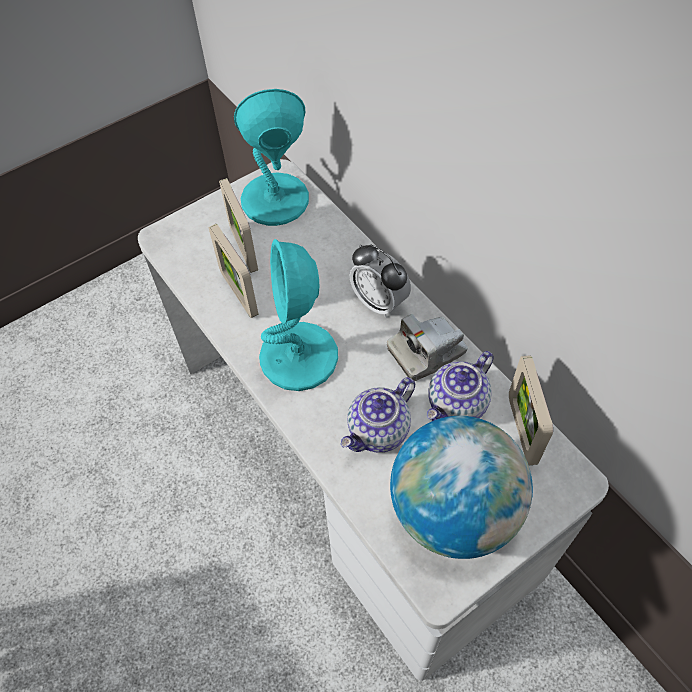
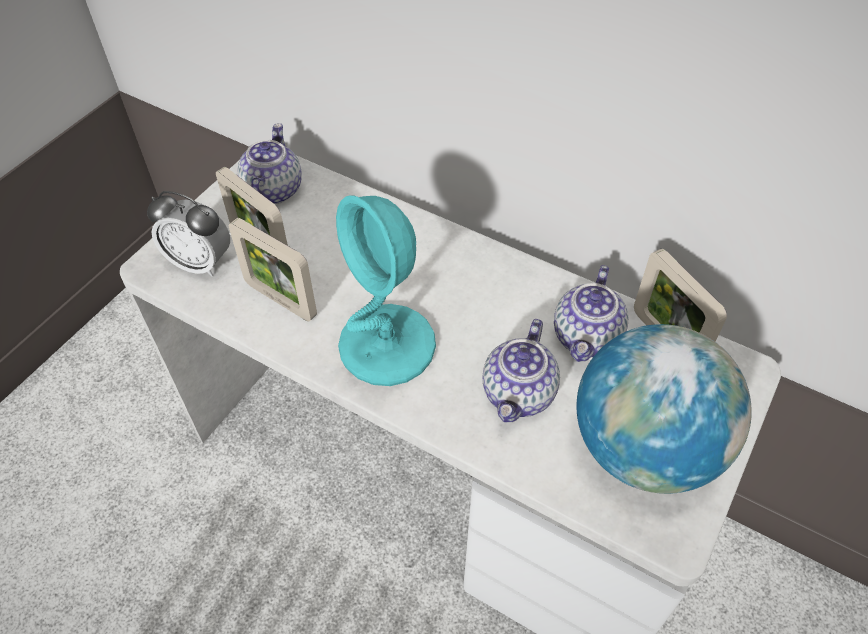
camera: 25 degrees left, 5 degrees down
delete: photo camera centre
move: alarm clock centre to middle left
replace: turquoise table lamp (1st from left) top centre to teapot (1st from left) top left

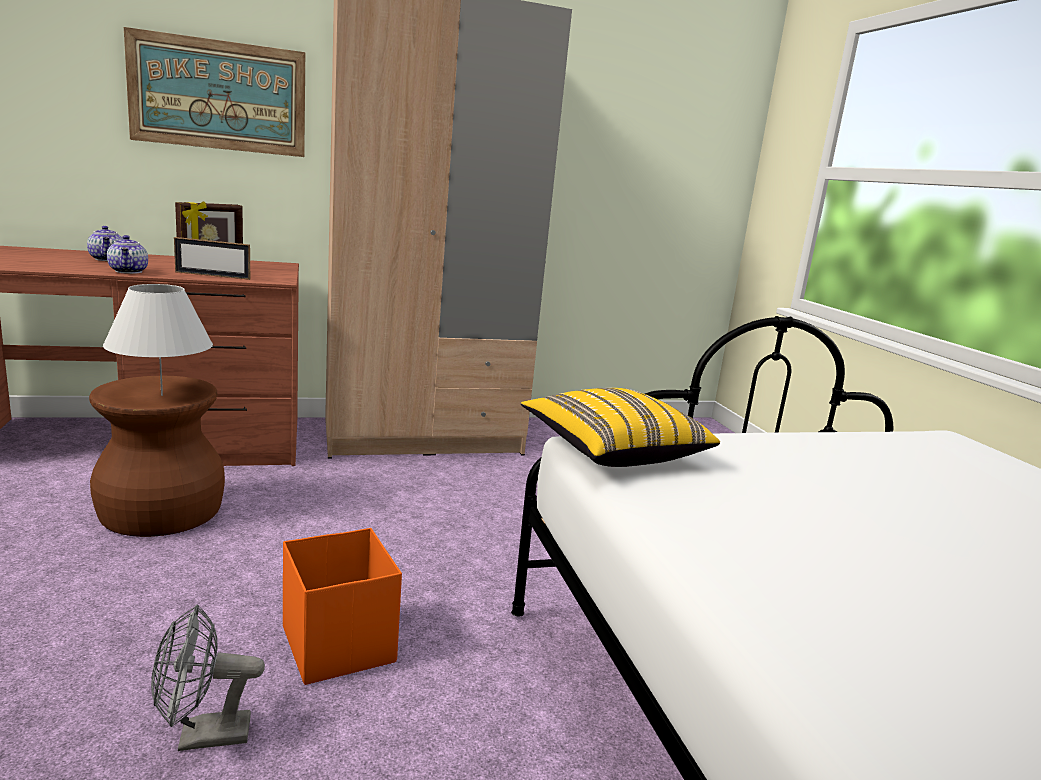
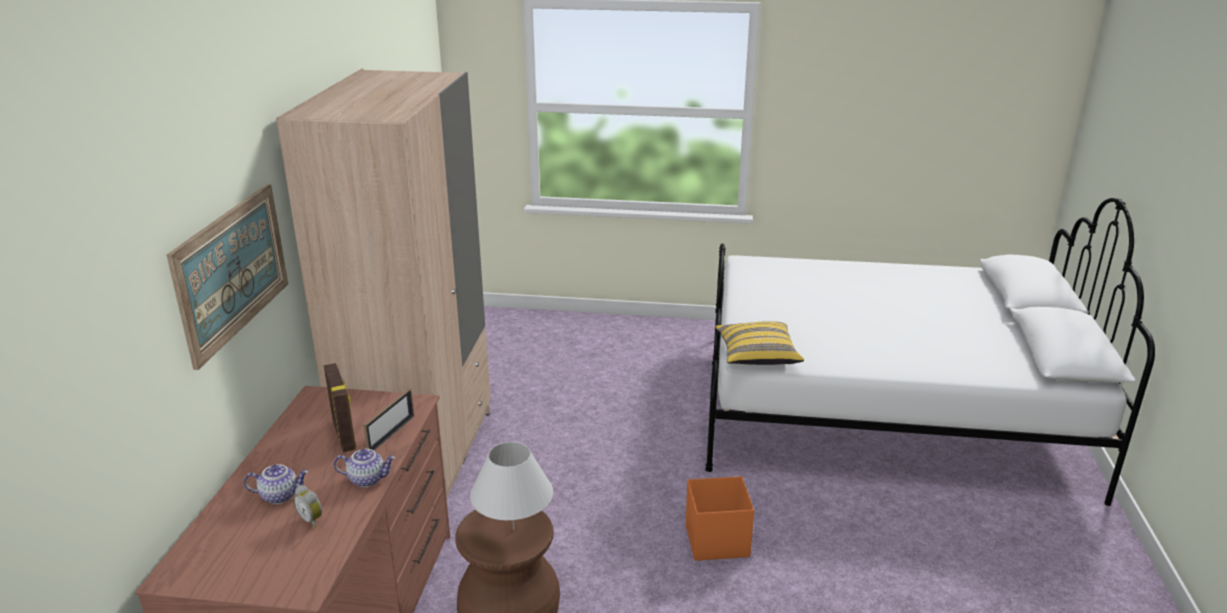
camera: 65 degrees left, 10 degrees up
delete: grey fan bottom left
insert: alarm clock bottom left

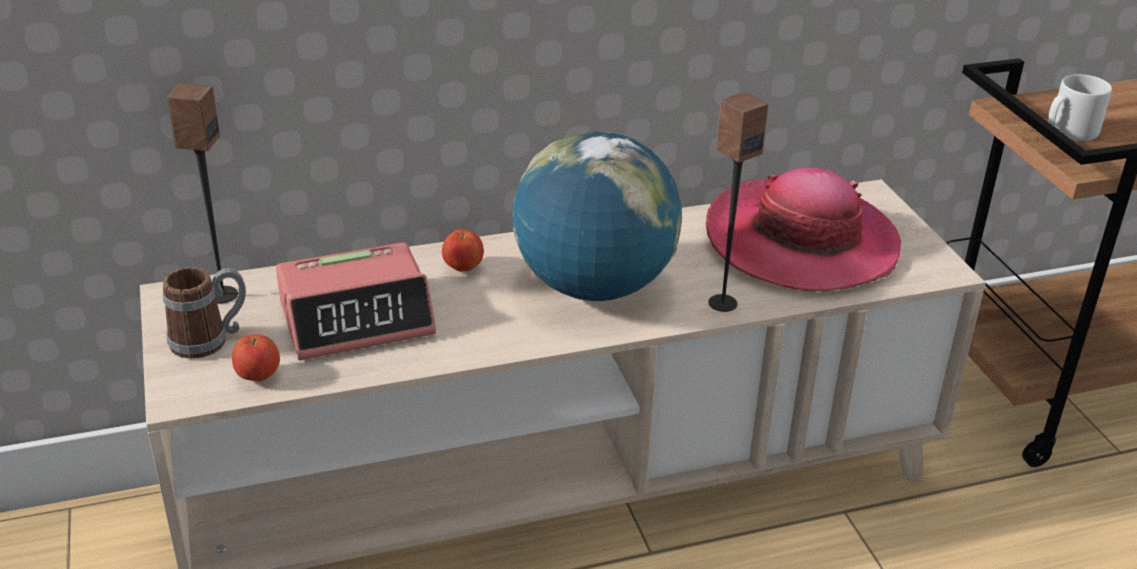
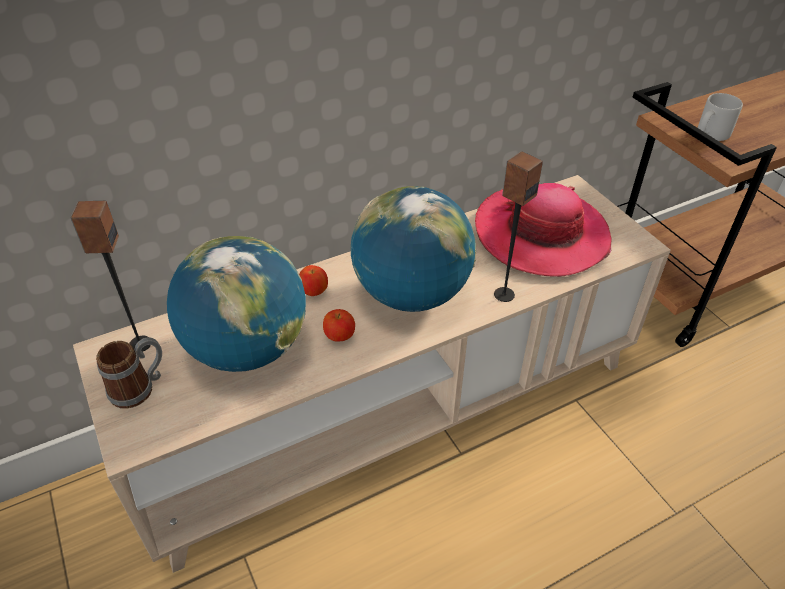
camera: 10 degrees left, 10 degrees up
move: apple (1st from left in the first image) middle left to apple (2nd from left) centre
replace: alarm clock middle left to globe (1st from left) middle left

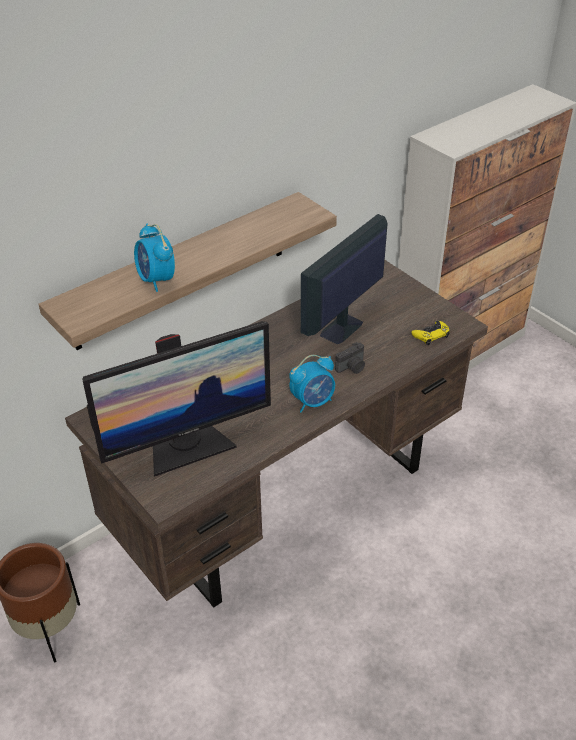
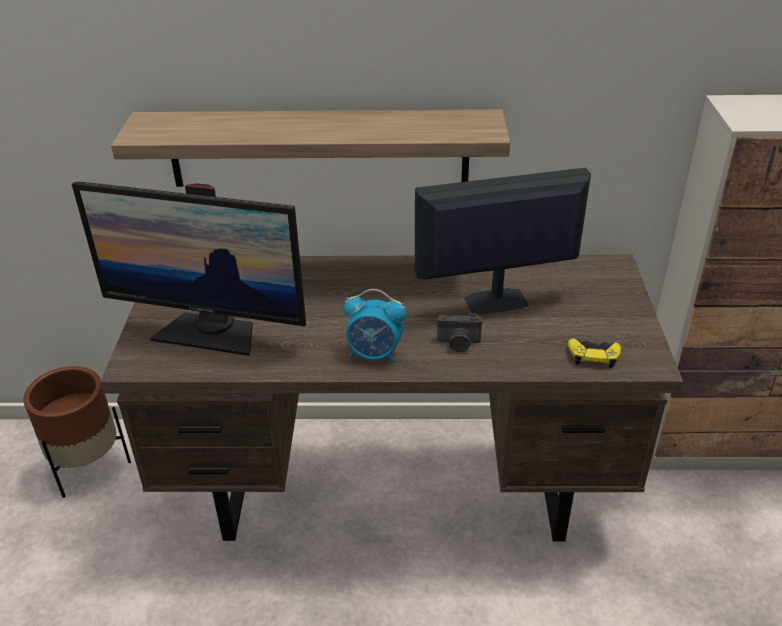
camera: 40 degrees right, 5 degrees down
delete: alarm clock (1st from left) middle left

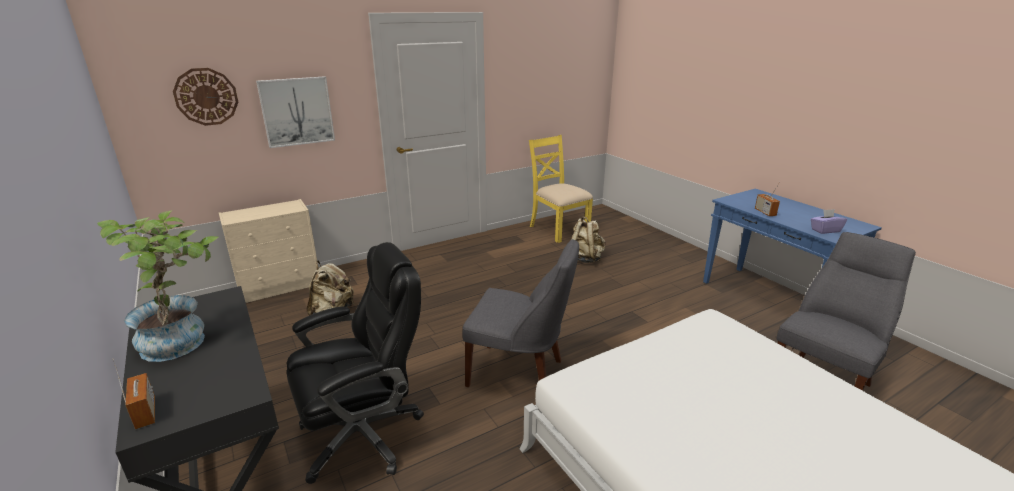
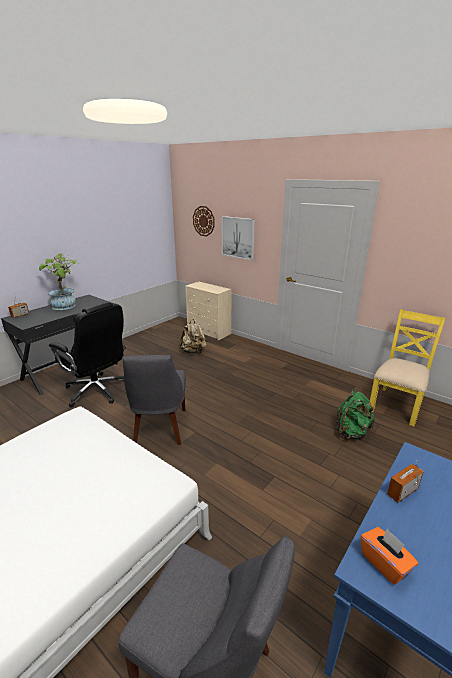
camera: 70 degrees right, 0 degrees up
recolor: beige backpack (2nd from left) centre to green backpack middle right; purple tissue box middle right to orange tissue box bottom right

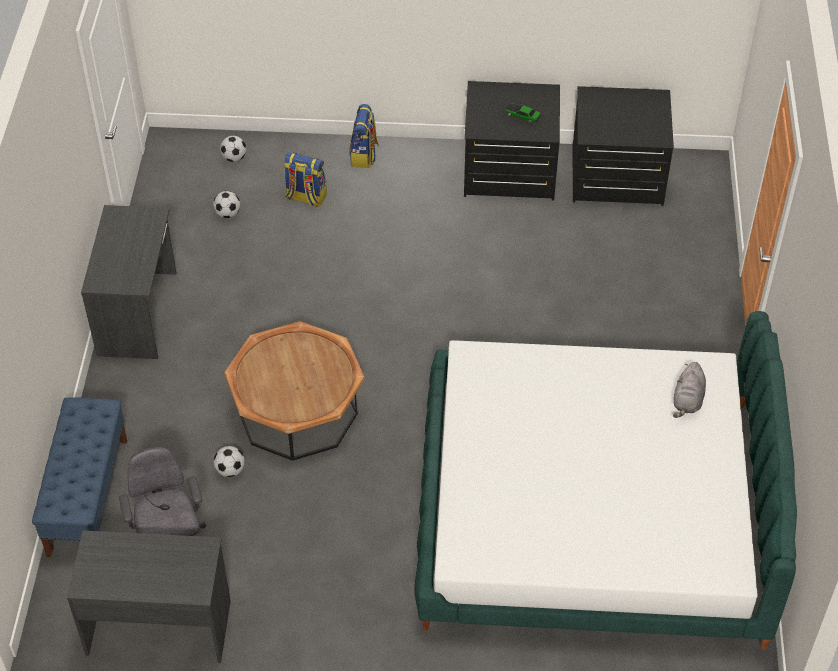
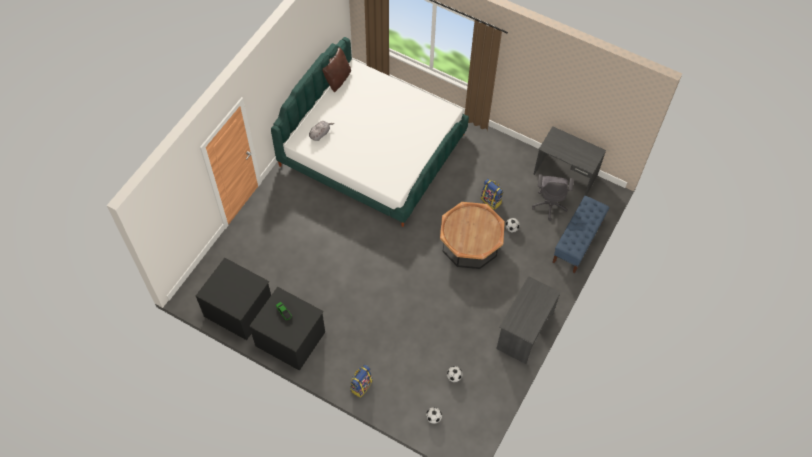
camera: 155 degrees left, 10 degrees up
insert: brown pillow top centre
move: backpack (1st from left in the first image) top centre to backpack (2nd from left) centre

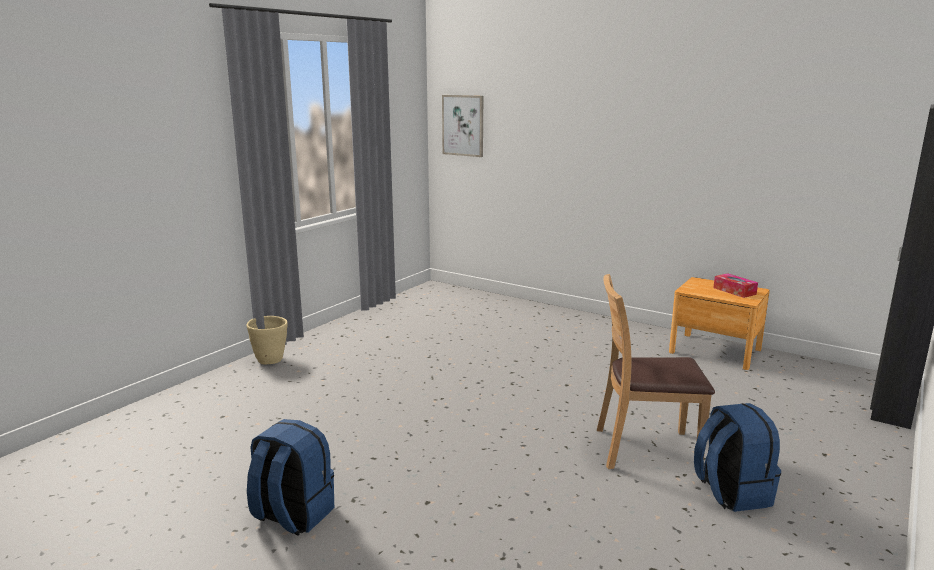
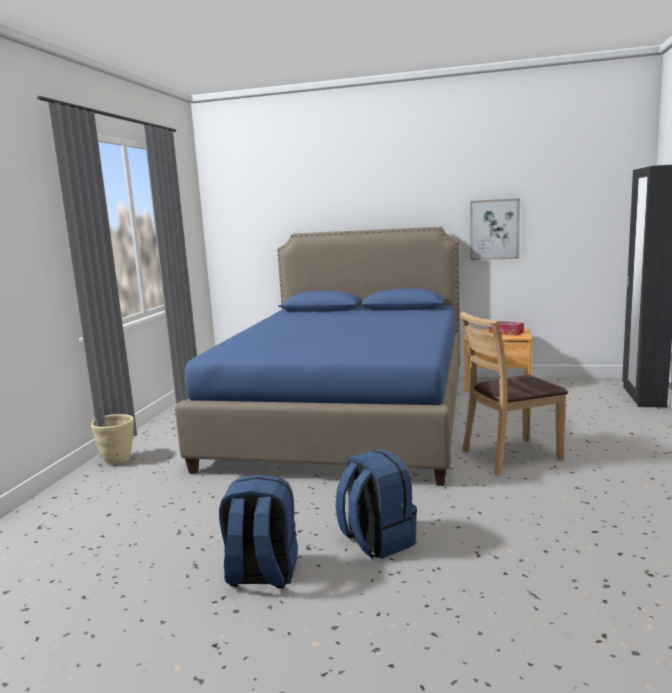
camera: 20 degrees left, 5 degrees down
insert: blue bed centre
move: blue backpack (2nd from left) bottom right to bottom centre; picture top centre to top right

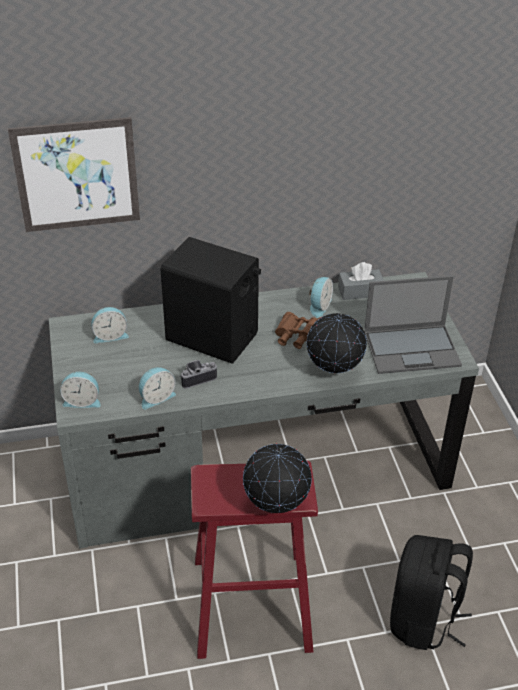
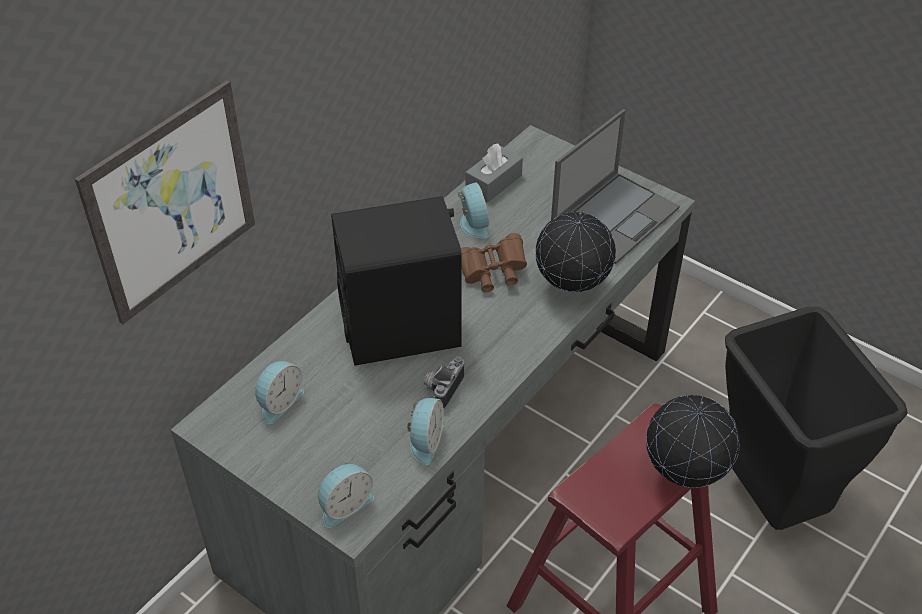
camera: 40 degrees left, 5 degrees up
replace: black backpack bottom right to black trash can bottom right

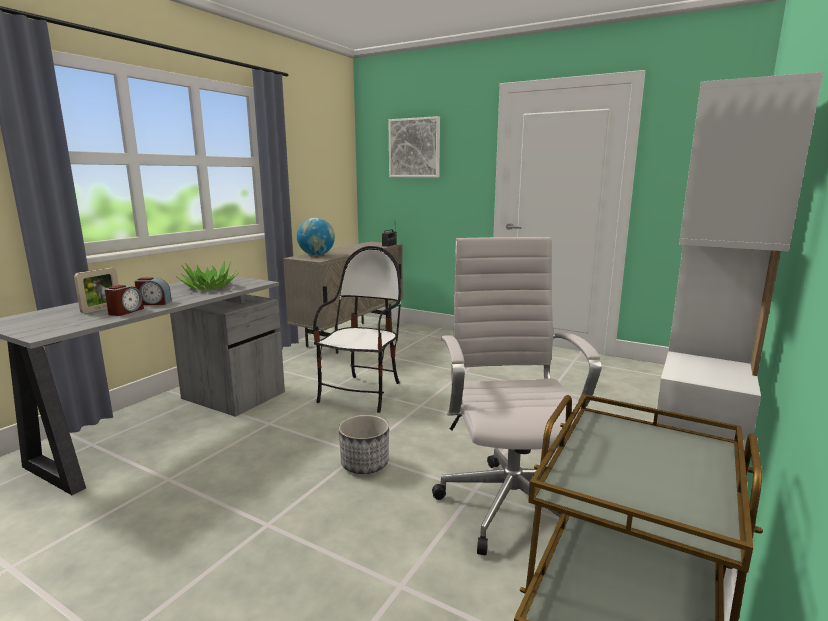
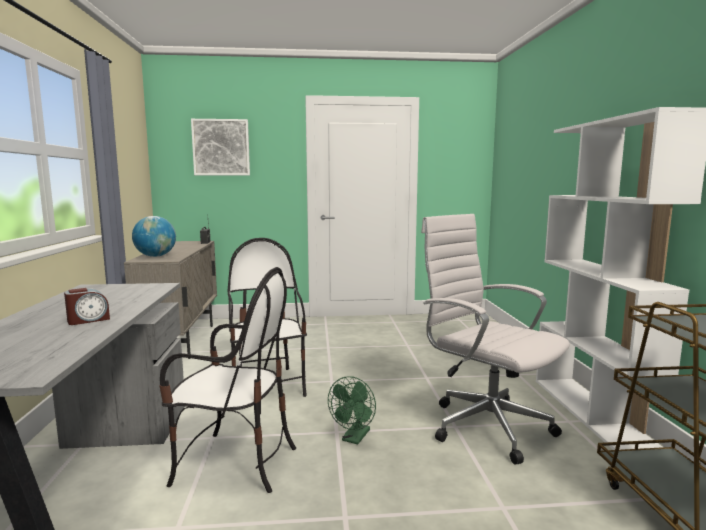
camera: 35 degrees left, 5 degrees down
delete: picture frame middle left; alarm clock (1st from left) middle left; potted plant middle left
insert: chair (1st from left) bottom left
replace: planter bottom centre to green fan bottom centre

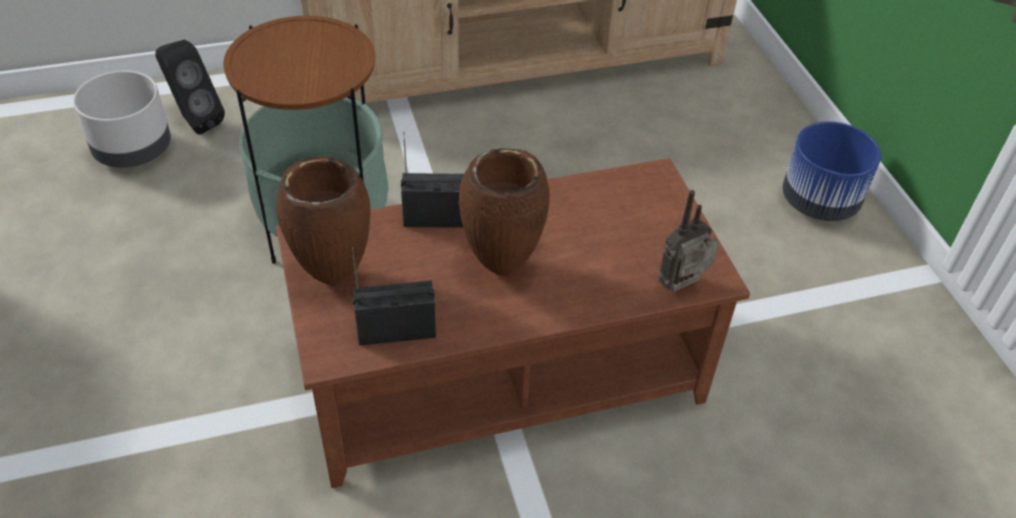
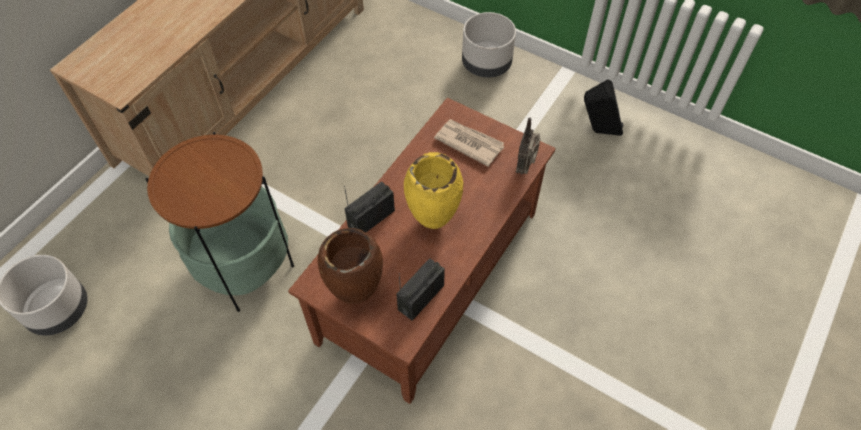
camera: 40 degrees left, 10 degrees up
insert: newspaper top centre
move: black speaker top left to top right
recolor: brown vase (2nd from left) centre to yellow vase centre; blue planter top right to grey planter (2nd from left) top centre

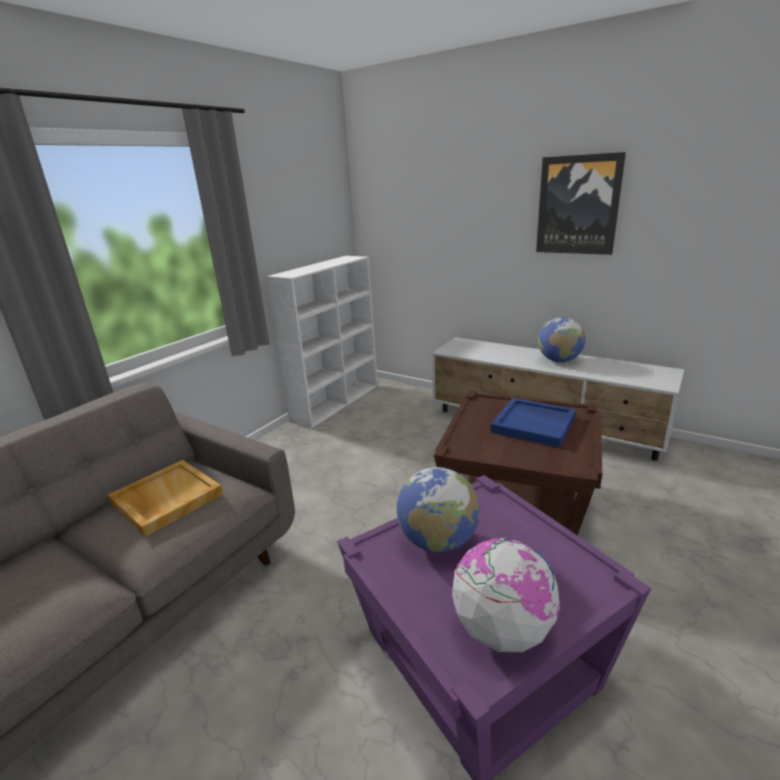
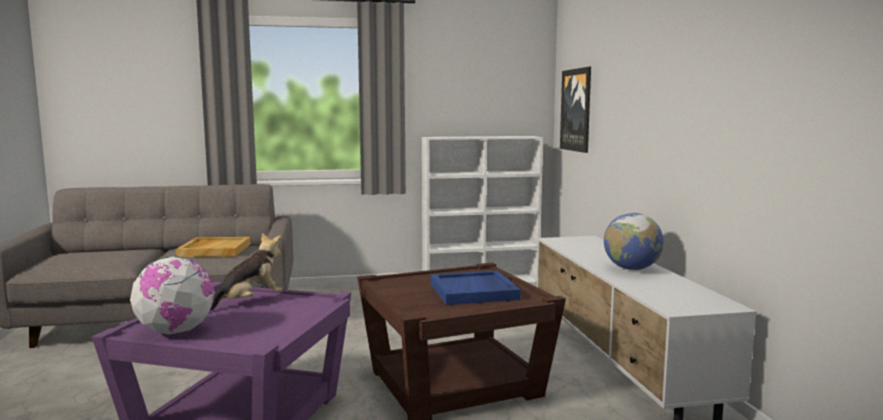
camera: 45 degrees right, 15 degrees down
move: picture top right to top centre
replace: globe (1st from left) centre to plush toy middle left

